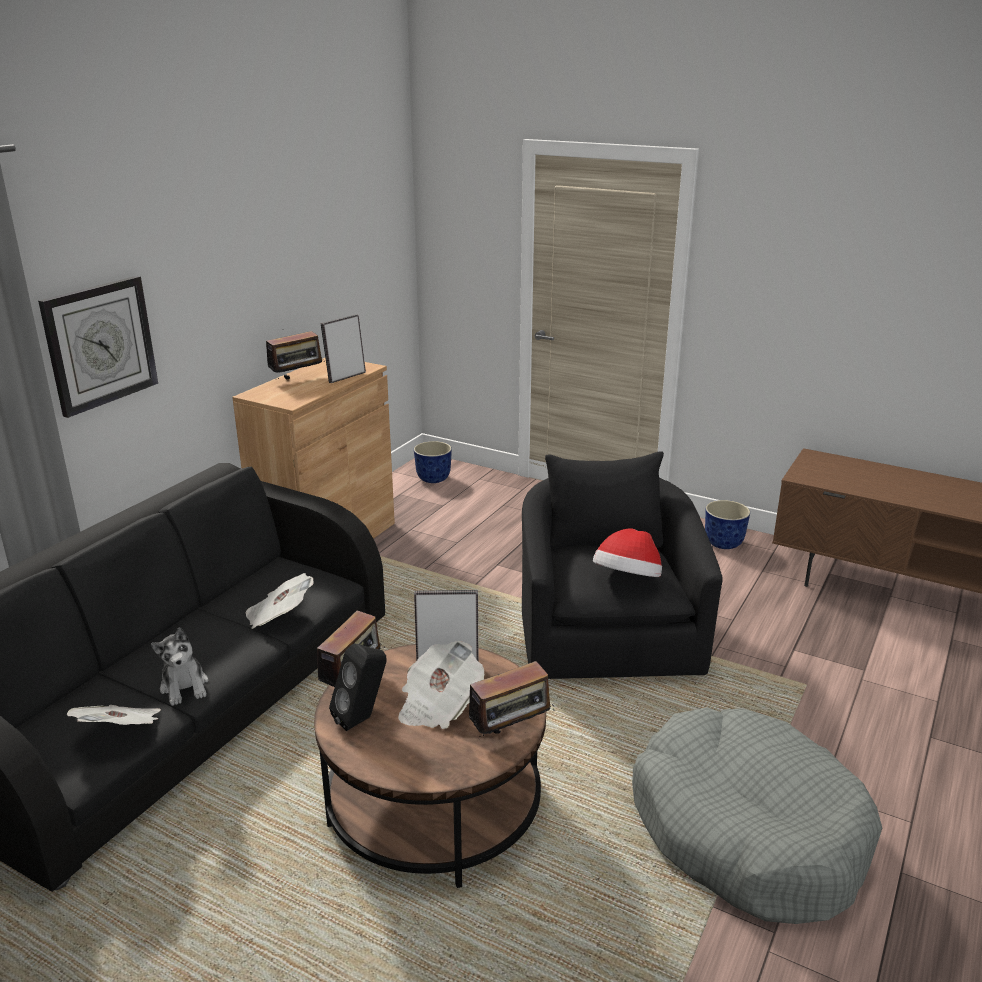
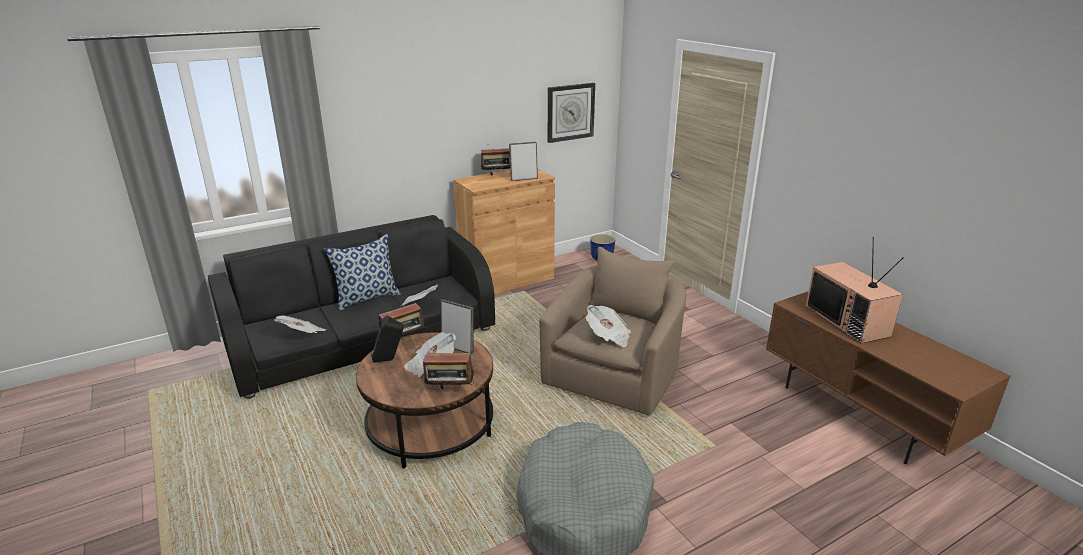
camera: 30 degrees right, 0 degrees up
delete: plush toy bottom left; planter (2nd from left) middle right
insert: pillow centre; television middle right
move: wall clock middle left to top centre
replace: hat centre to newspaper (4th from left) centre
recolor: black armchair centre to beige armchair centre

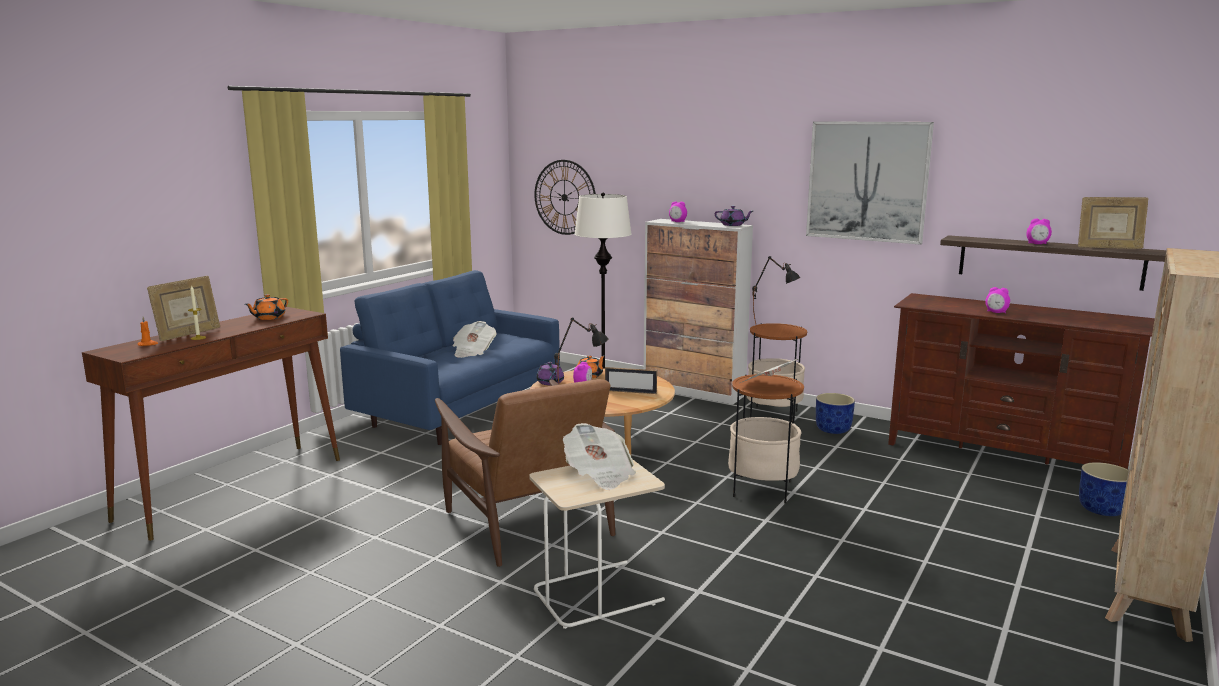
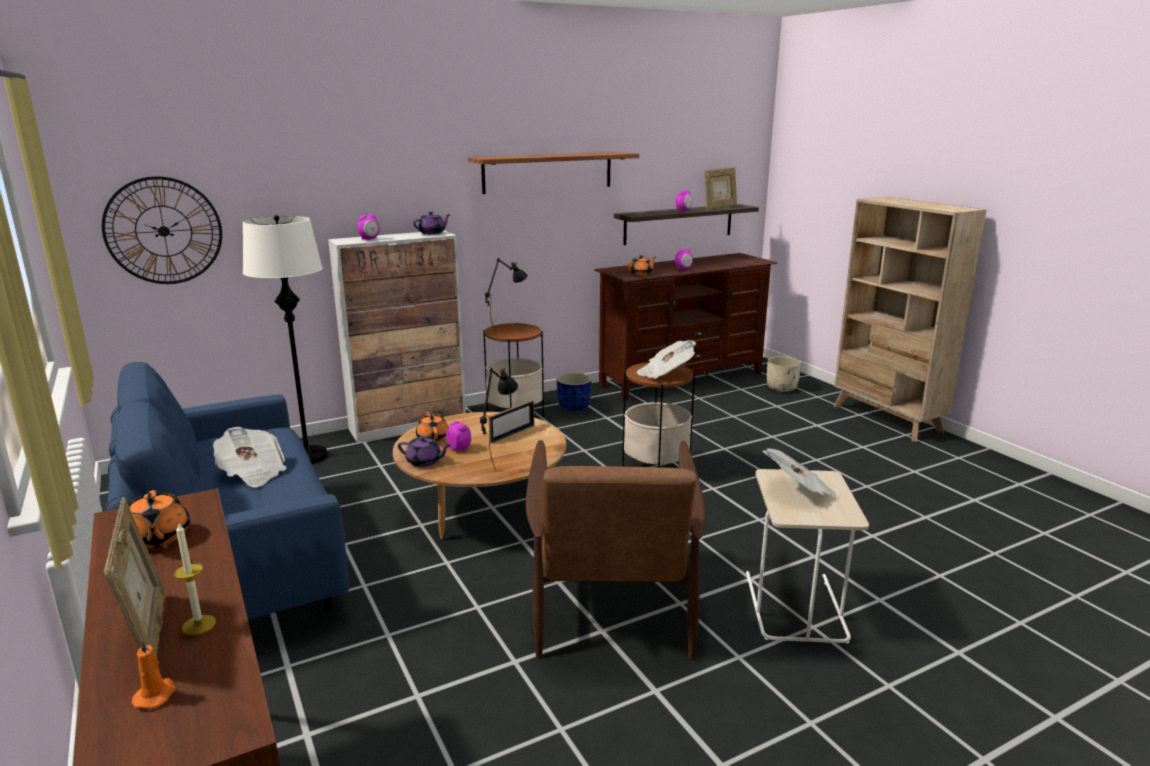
camera: 60 degrees left, 5 degrees up
insert: orange teapot (3rd from left) centre
replace: picture top right to shelf (1st from left) top centre
recolor: blue planter (2nd from left) bottom right to beige planter middle right
rotate: brown armchair bottom centre = bottom centre 90 degrees clockwise

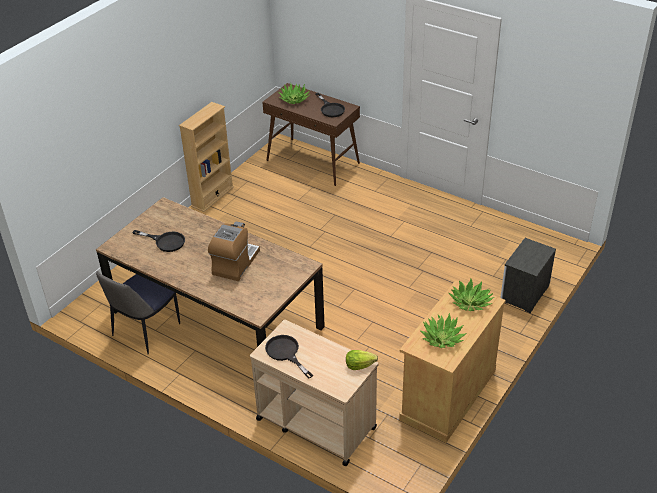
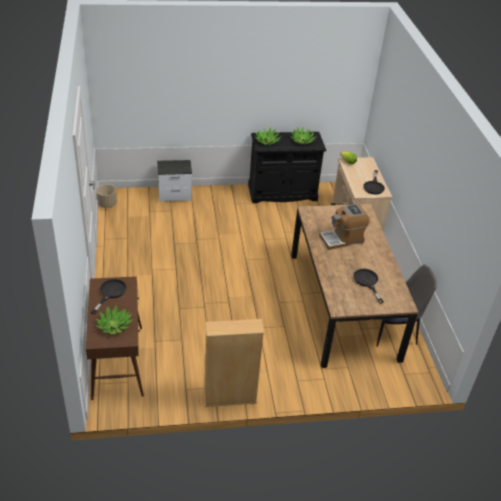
camera: 135 degrees left, 0 degrees up
insert: beige planter middle left
recolor: beige cabinet bottom right to black cabinet centre

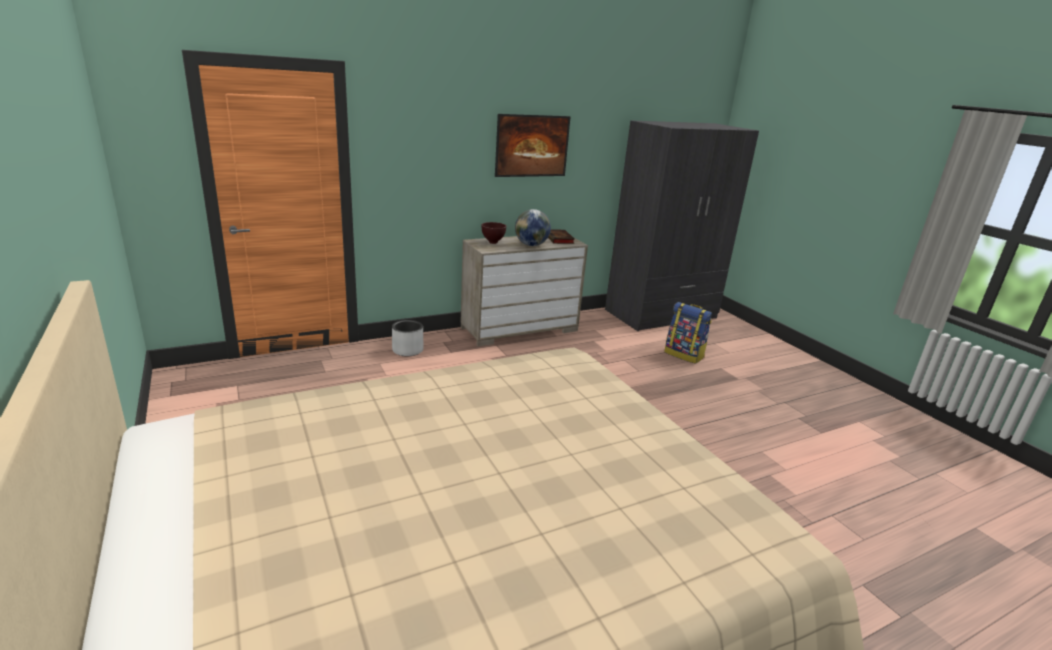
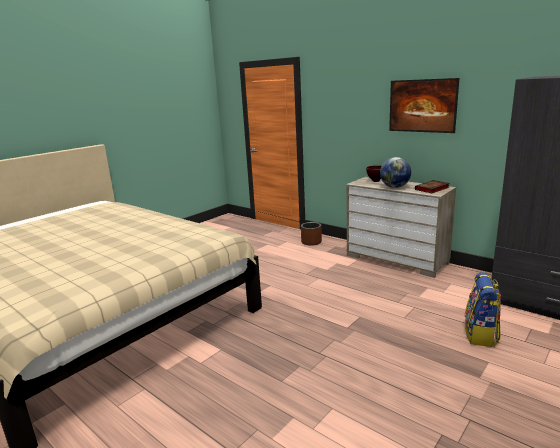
camera: 70 degrees right, 5 degrees down
recolor: grey planter centre to brown planter centre

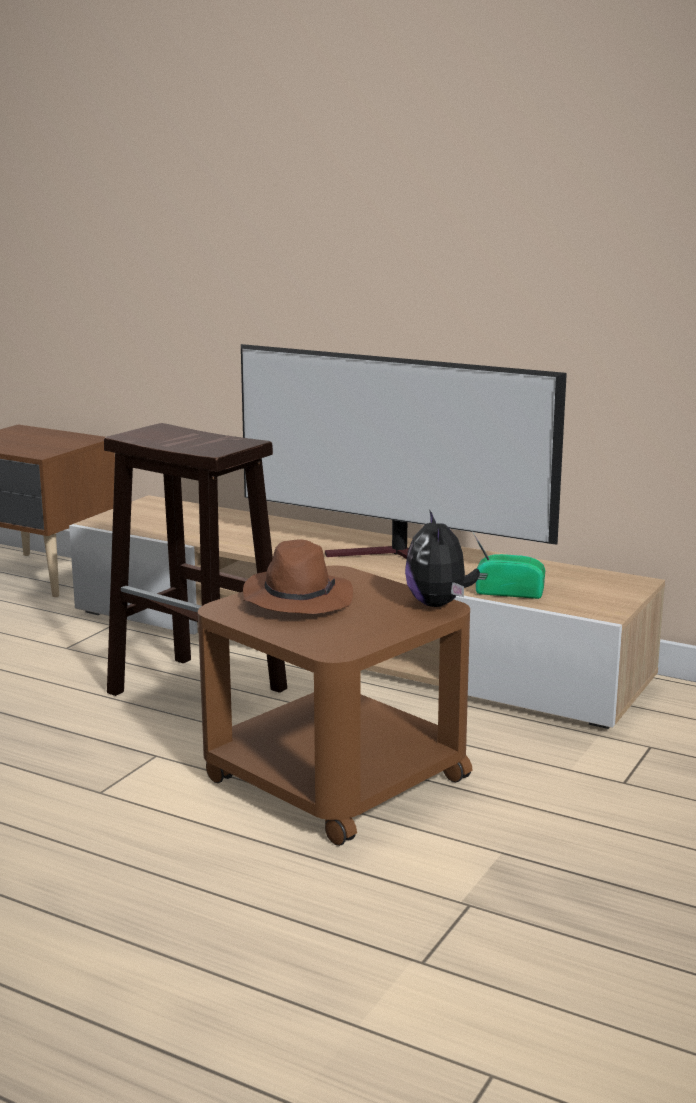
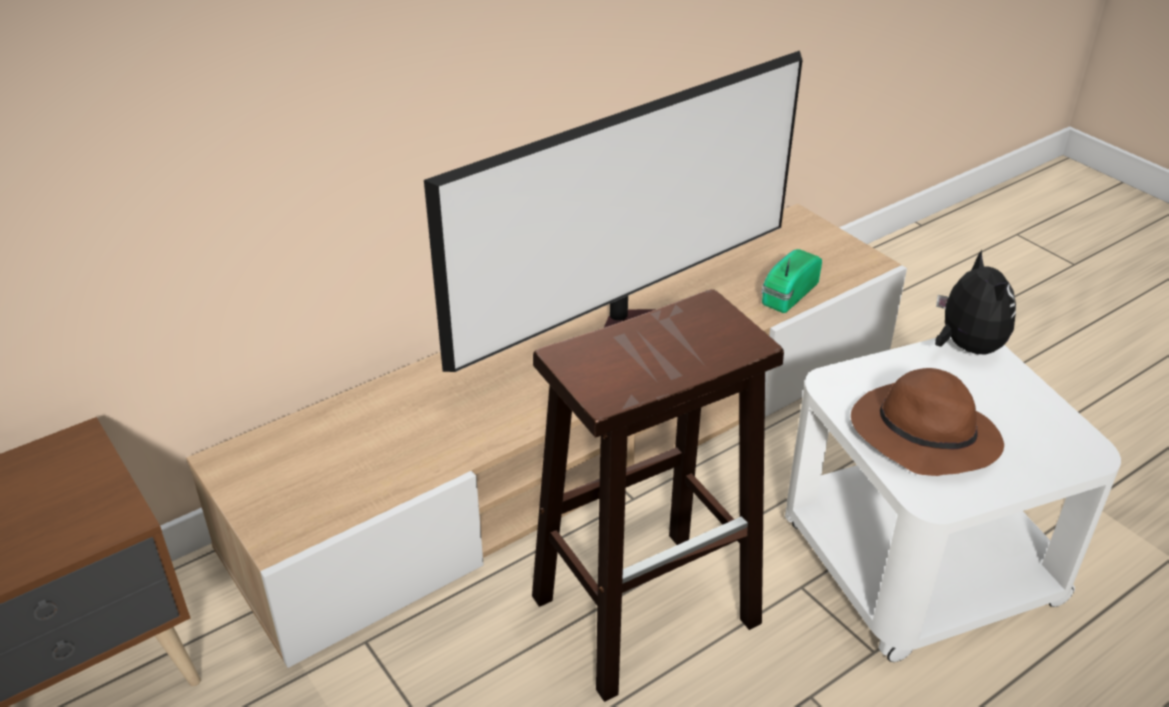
camera: 65 degrees left, 20 degrees up
recolor: brown side table centre to white side table bottom right
rotate: plush toy centre = middle right 120 degrees counterclockwise

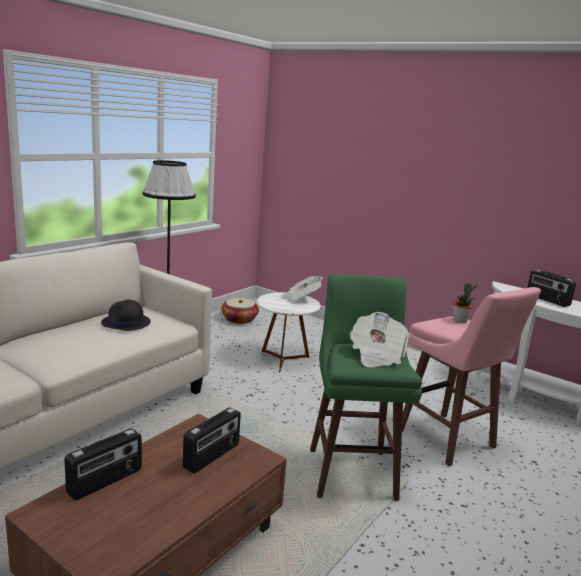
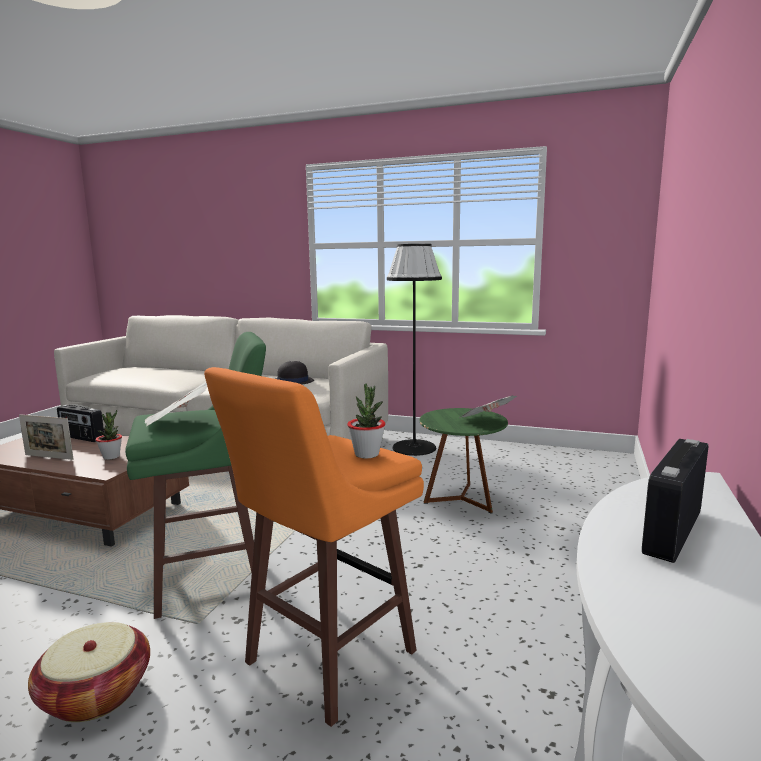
camera: 75 degrees right, 5 degrees down
insert: picture frame middle left
move: basket centre to bottom left
replace: radio (2nd from left) bottom centre to potted plant (1st from left) middle left
recolor: pink stool middle right to orange stool bottom centre; white side table centre to green side table centre

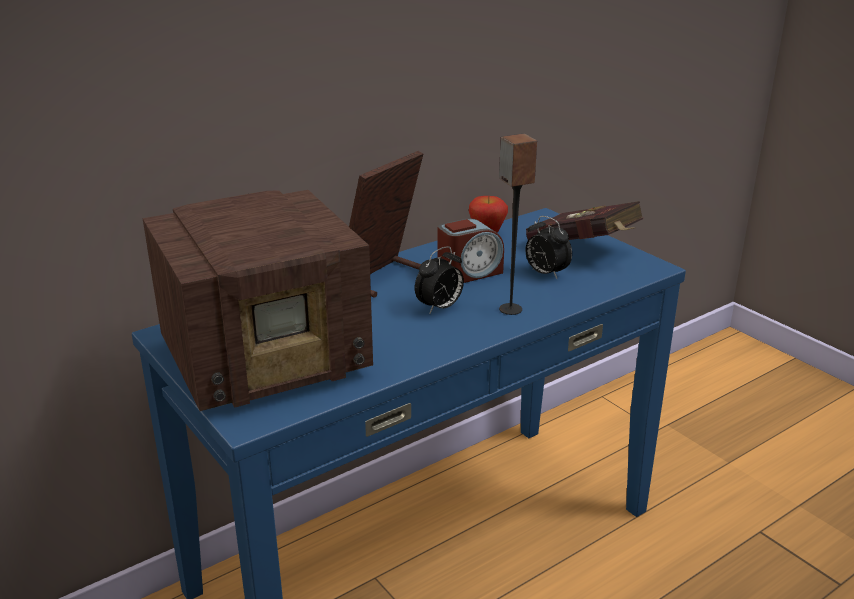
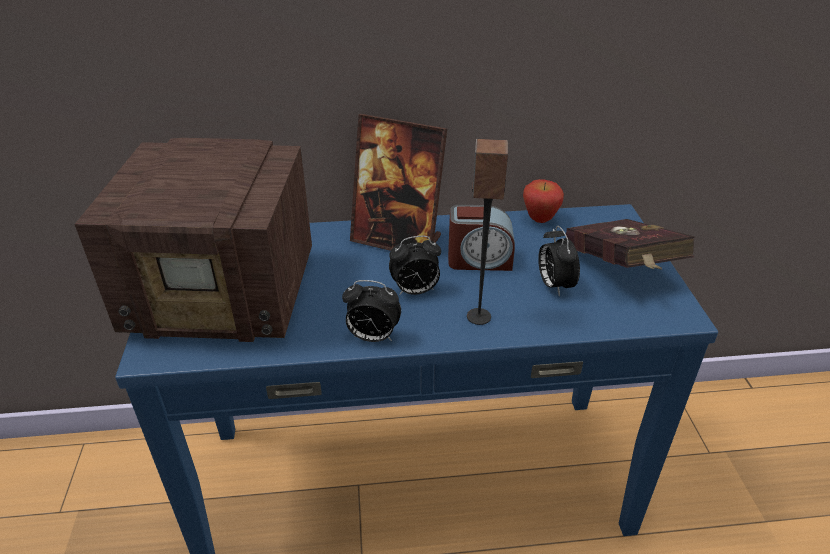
camera: 30 degrees right, 10 degrees up
insert: alarm clock (1st from left) centre
rotate: picture frame centre = top centre 135 degrees counterclockwise

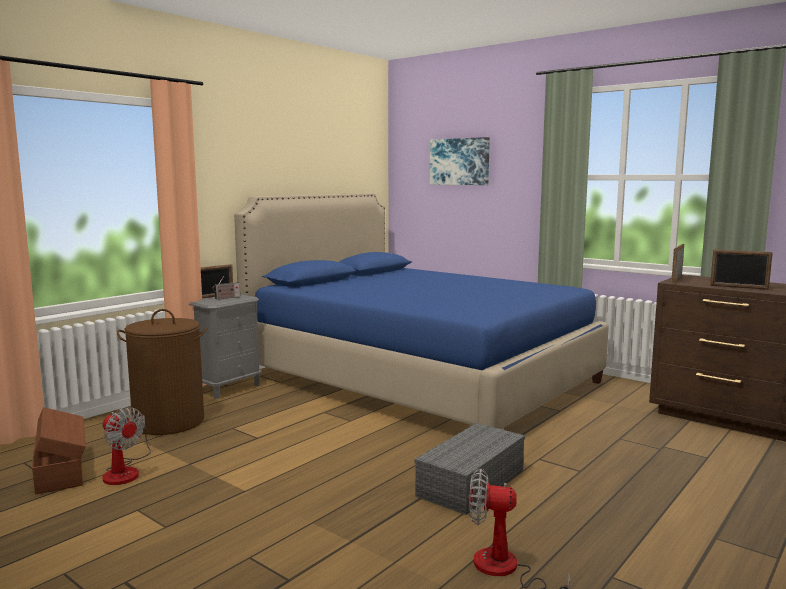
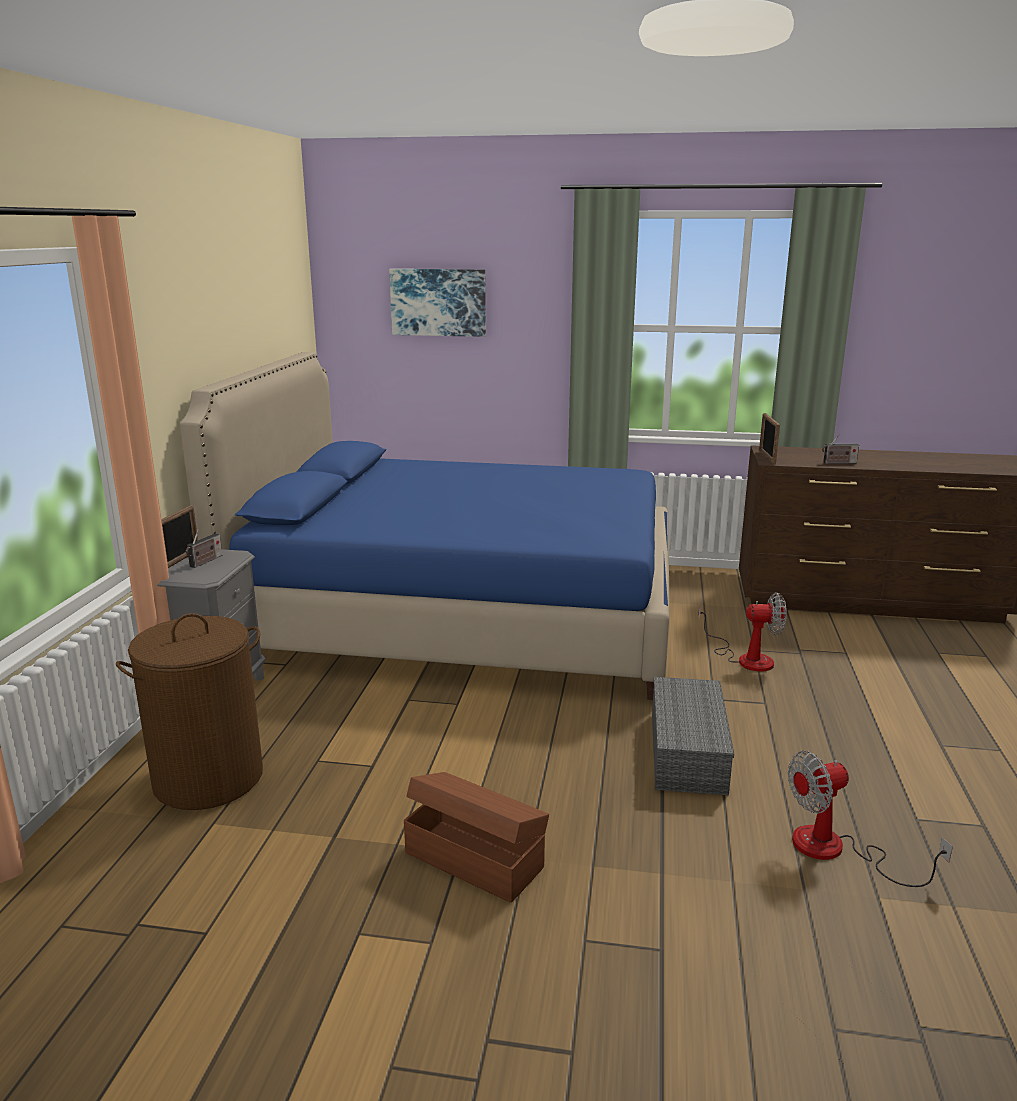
camera: 30 degrees left, 10 degrees up
move: brown storage box bottom left to bottom centre; fan (1st from left) bottom left to middle right
replace: picture frame (3rd from left) middle right to radio (2nd from left) middle right

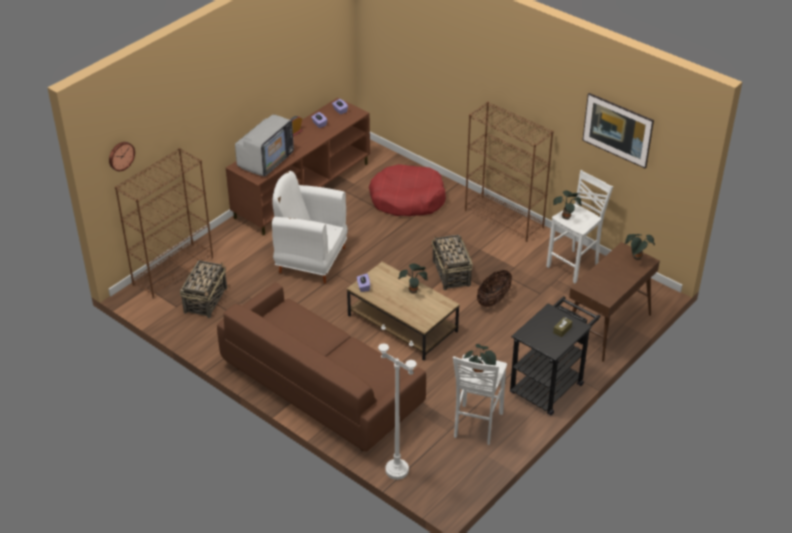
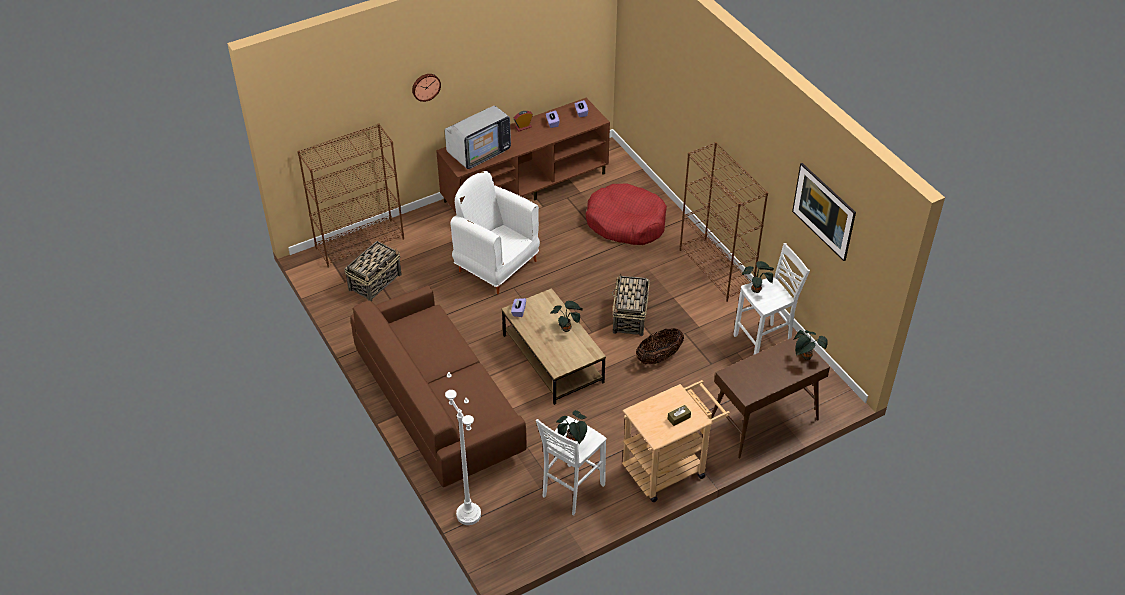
camera: 20 degrees right, 5 degrees up
move: wall clock top left to top centre
recolor: black cart middle right to beige cart bottom centre

